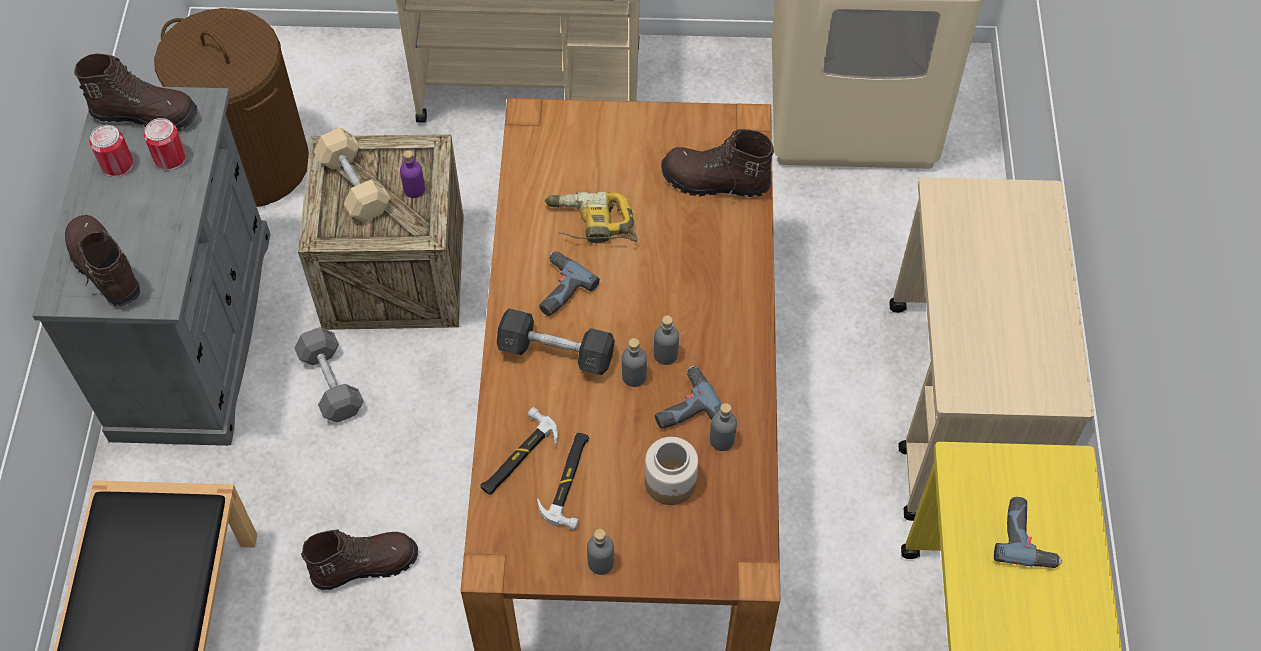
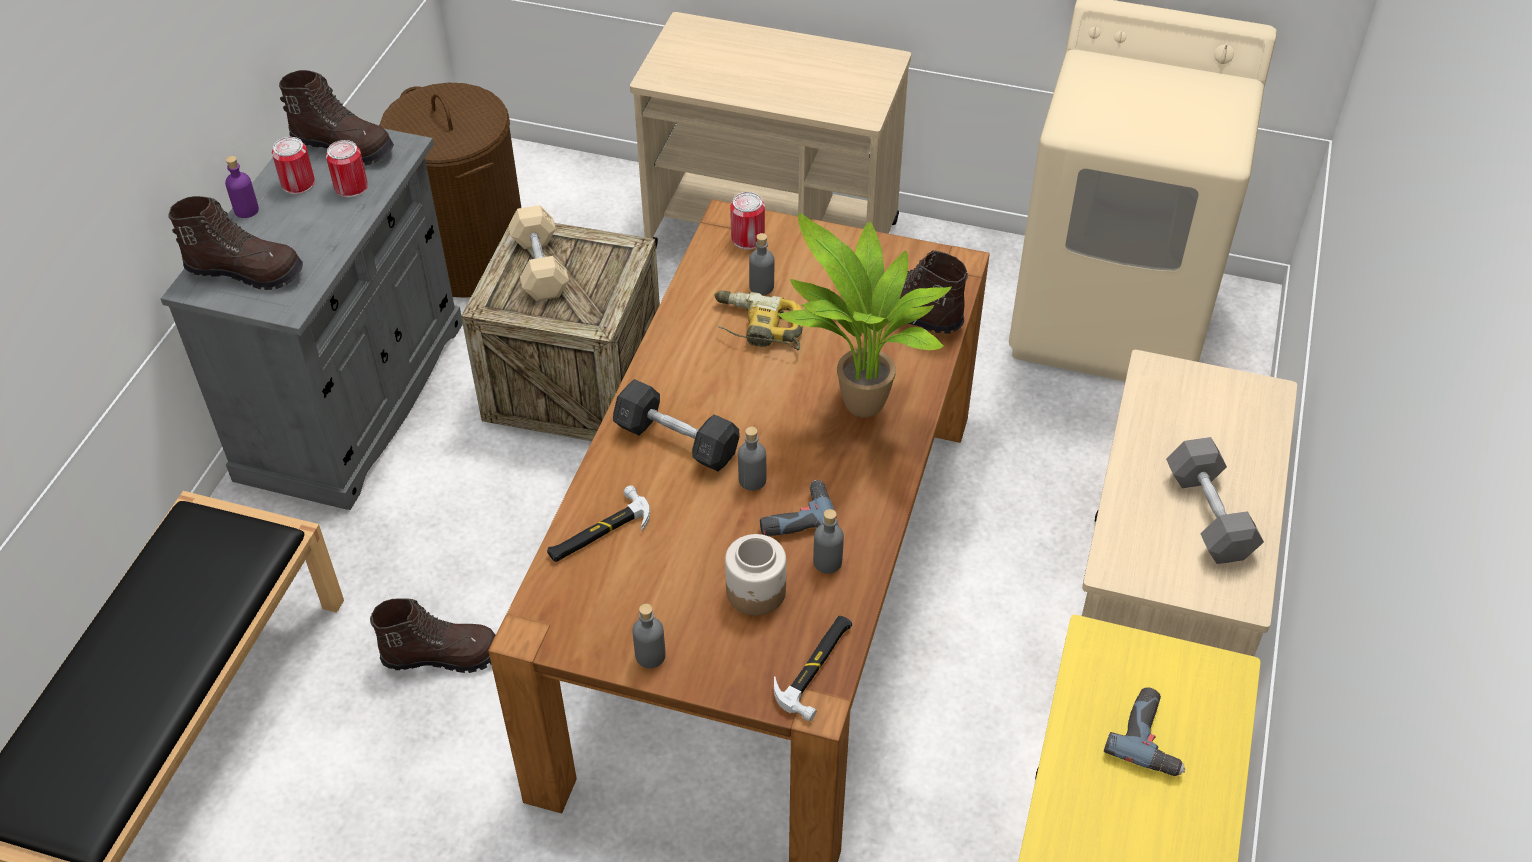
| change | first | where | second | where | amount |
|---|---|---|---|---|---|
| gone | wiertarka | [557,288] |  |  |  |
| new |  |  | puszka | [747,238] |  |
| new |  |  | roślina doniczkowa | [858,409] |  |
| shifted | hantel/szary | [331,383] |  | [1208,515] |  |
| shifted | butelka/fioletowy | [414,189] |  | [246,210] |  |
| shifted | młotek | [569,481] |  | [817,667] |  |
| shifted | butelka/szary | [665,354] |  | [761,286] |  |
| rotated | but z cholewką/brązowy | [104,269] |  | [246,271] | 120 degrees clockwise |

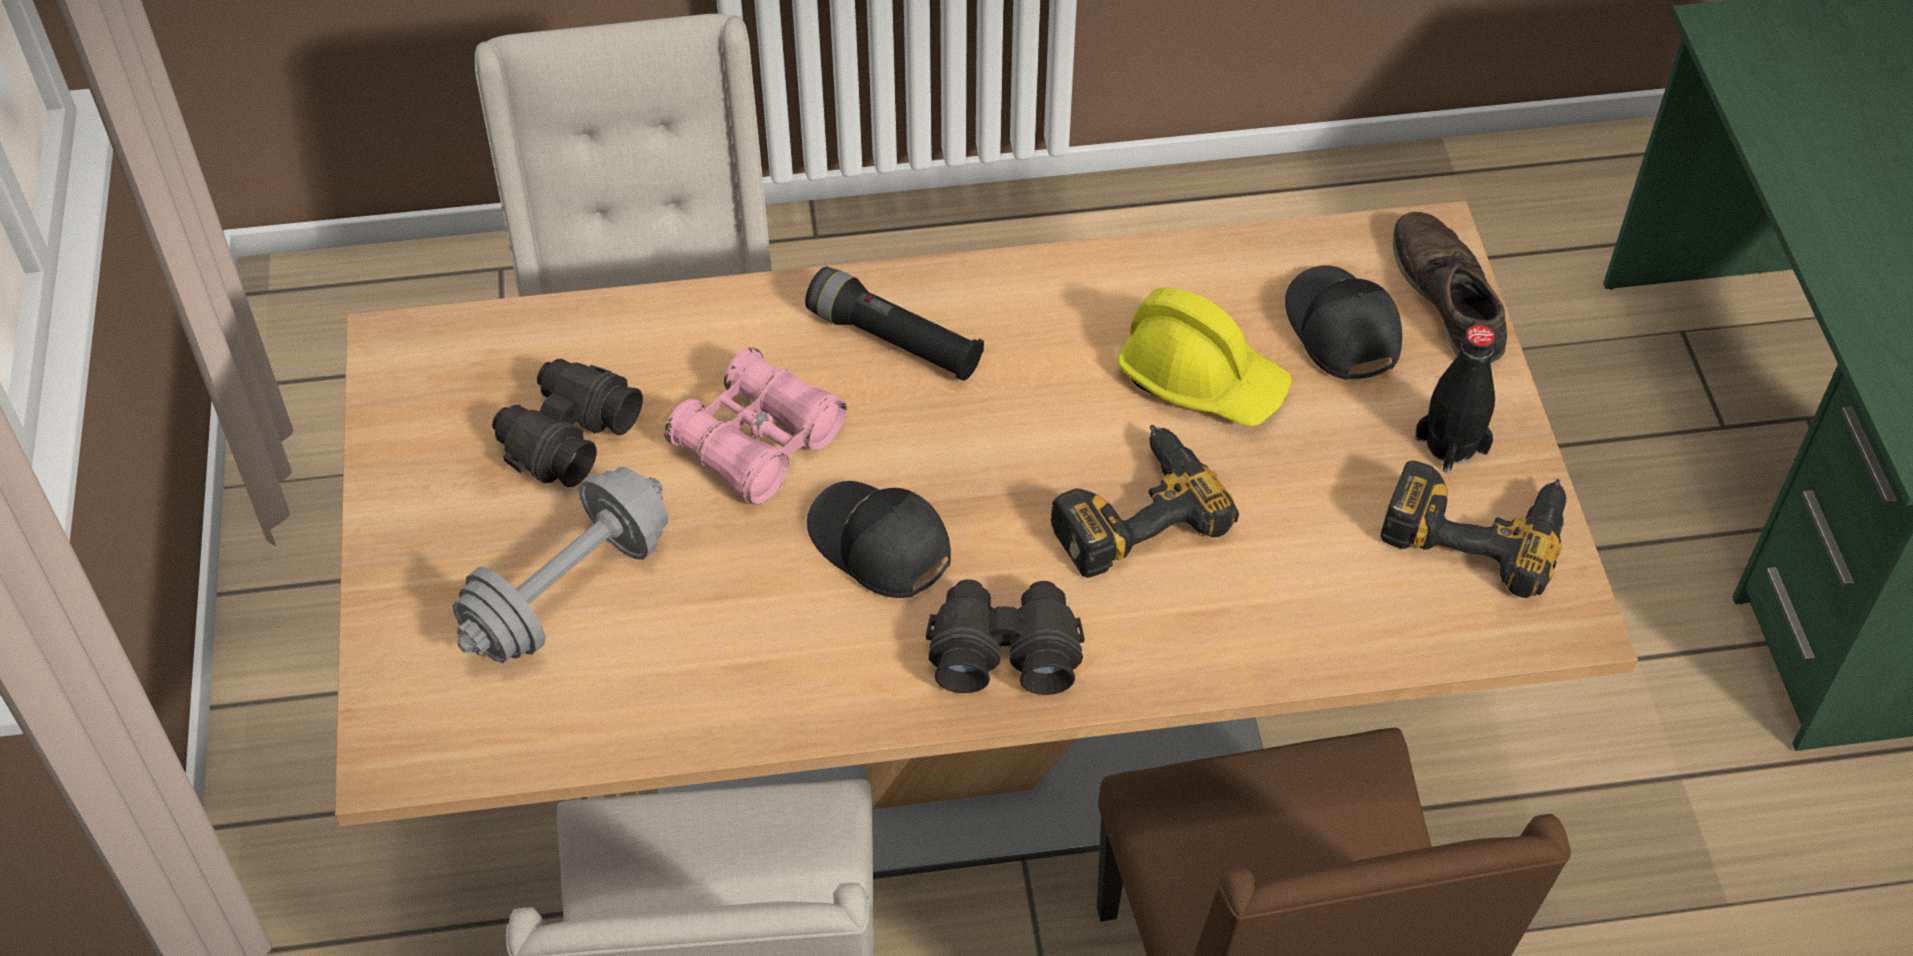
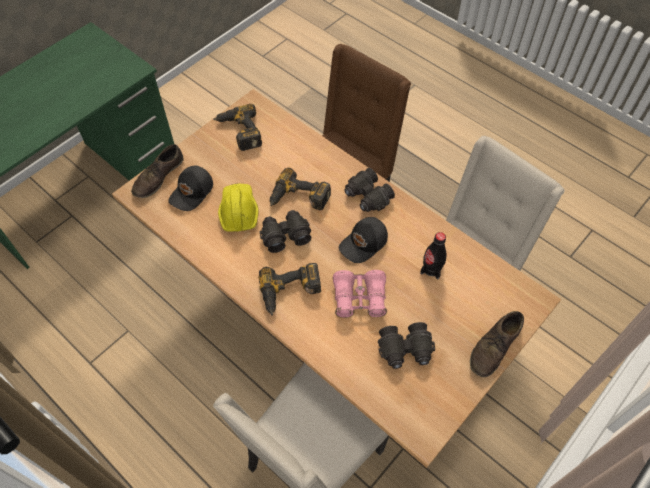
| change | first | where | second | where | amount |
|---|---|---|---|---|---|
| gone | hantel/szary | [568,591] |  |  |  |
| new |  |  | lornetka/czarny | [285,235] |  |
| new |  |  | but/brązowy | [494,347] |  |
| shifted | butelka/czarny | [1451,444] |  | [431,268] |  |
| swapped | latarka/czarny | [894,341] | wiertarka | [290,293] |  |
| rotated | czapka z daszkiem/czarny | [879,546] |  | [364,244] | 45 degrees clockwise |

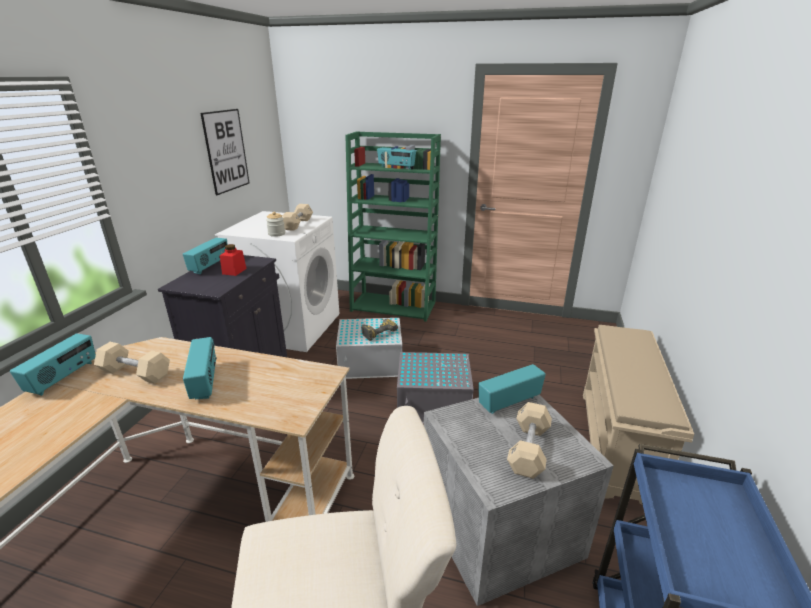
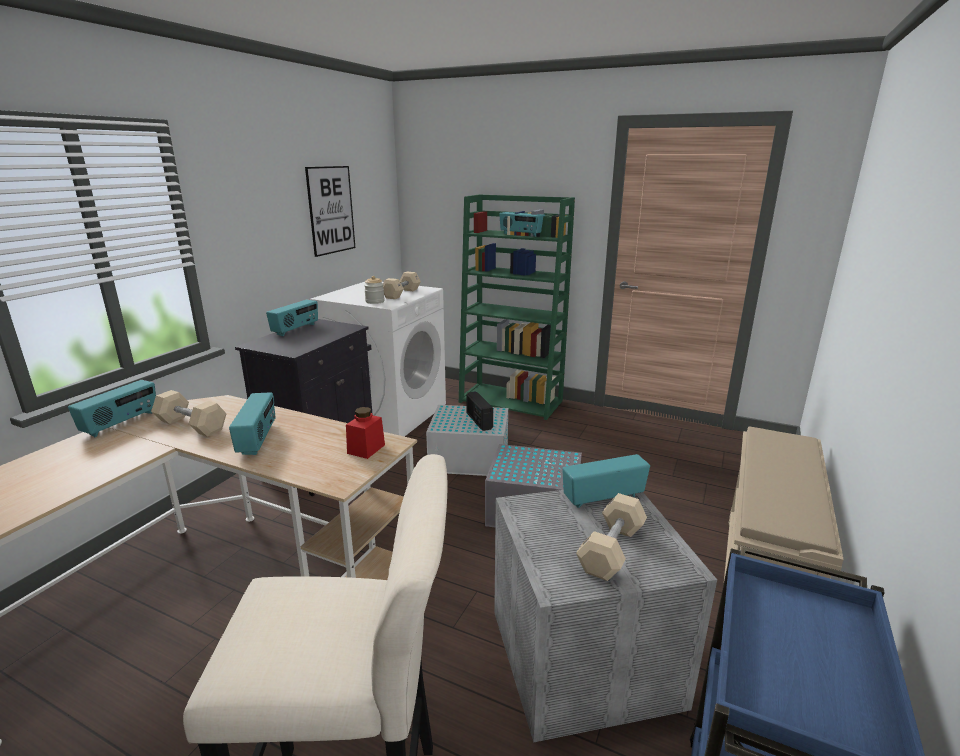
| change | first | where | second | where | amount |
|---|---|---|---|---|---|
| shifted | słoik/czerwony | [234,271] |  | [366,449] |  |
| swapped | wiertarka | [378,332] | radio | [479,421] |  |

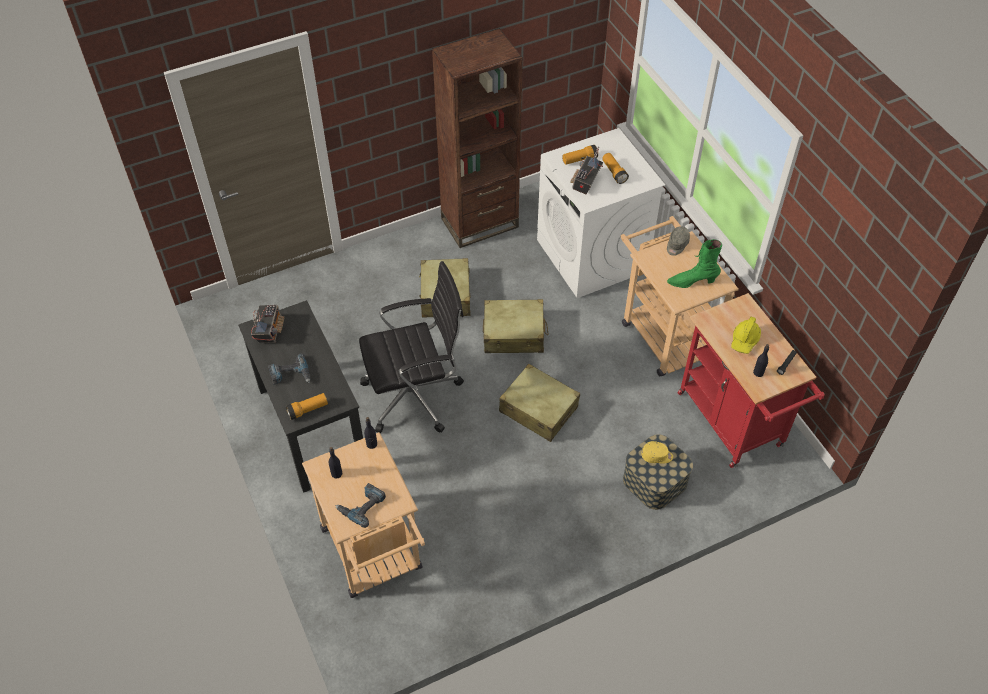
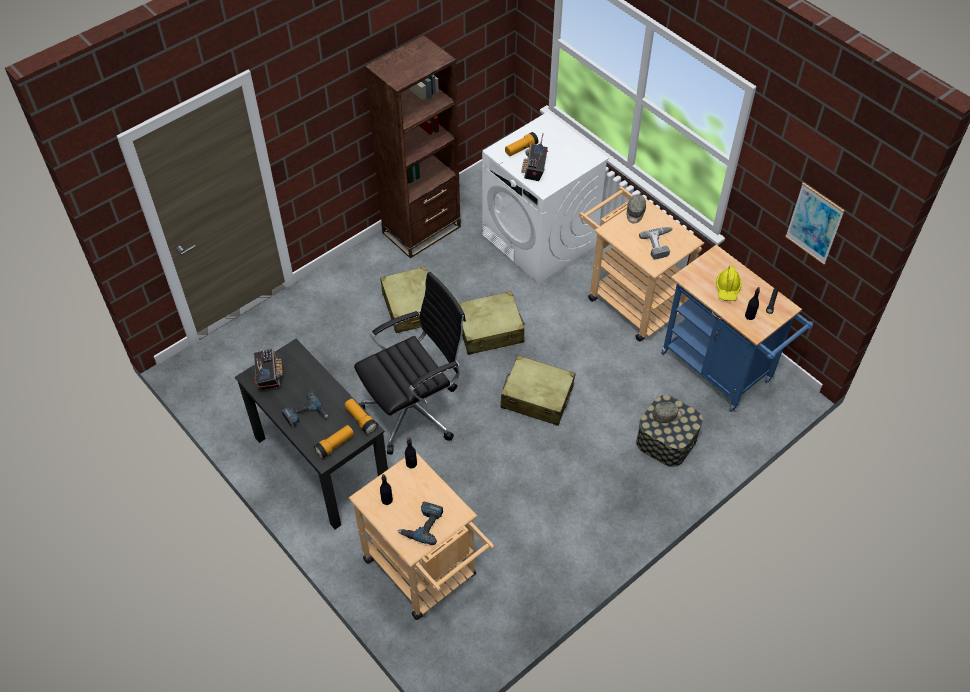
| change | first | where | second | where | amount |
|---|---|---|---|---|---|
| new |  |  | obraz | [814,223] |  |
| shifted | latarka | [614,172] |  | [361,420] |  |
| swapped | but z cholewką/zielony | [692,282] | wiertarka | [660,244] |  |
| repainted | czapka z daszkiem/żółty | [657,456] | czapka z daszkiem/szary | [667,415] |  |
| repainted | wózek/czerwony | [734,424] | wózek/niebieski | [721,371] |  |

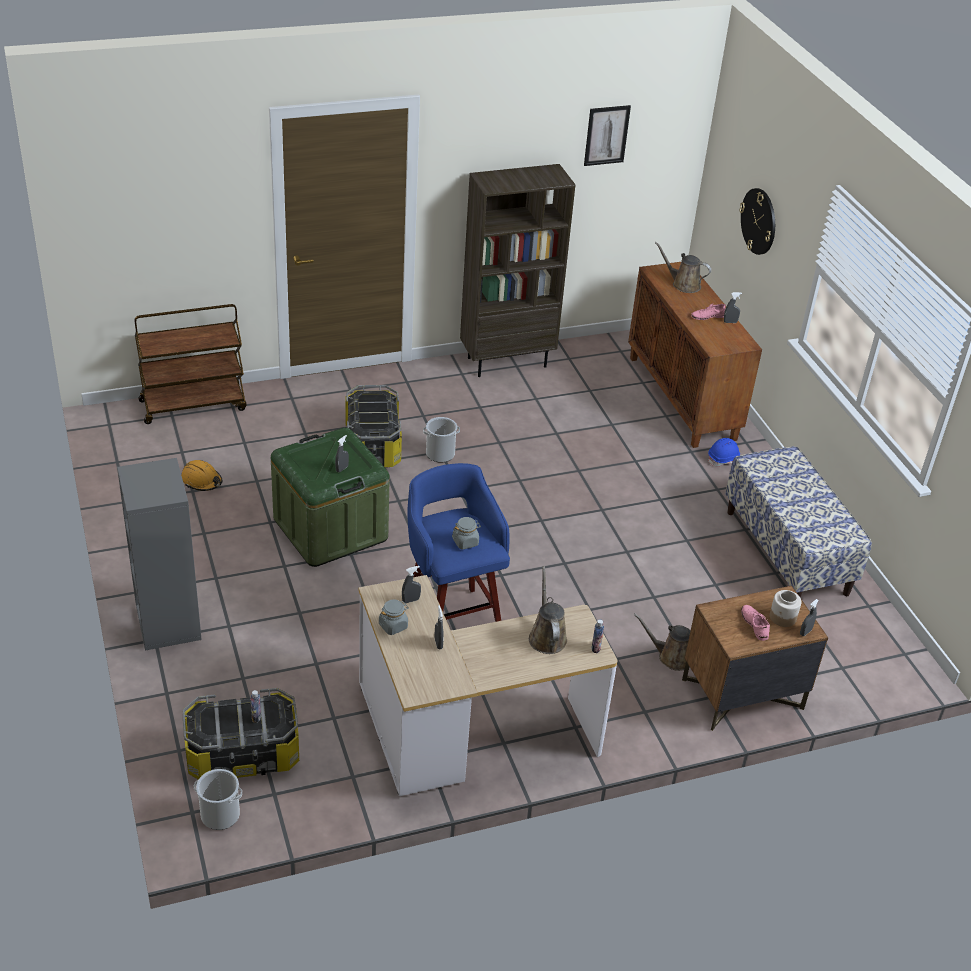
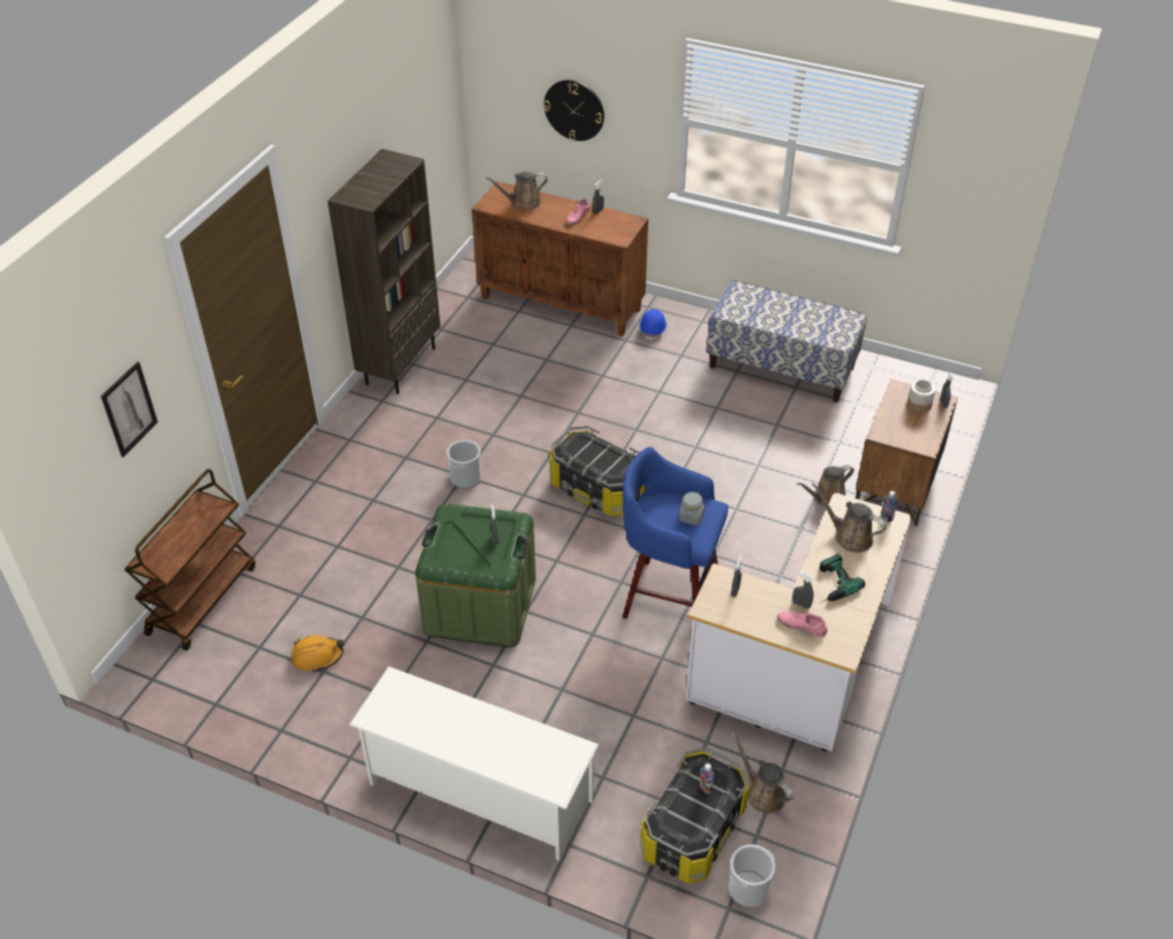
| change | first | where | second | where | amount |
|---|---|---|---|---|---|
| gone | słoik/szary | [393,626] |  |  |  |
| new |  |  | konewka/brązowy | [763,793] |  |
| new |  |  | wiertarka | [830,584] |  |
| shifted | pojemnik do przechowywania | [373,445] |  | [598,488] |  |
| shifted | obraz | [606,135] |  | [129,409] |  |
| shifted | but/różowy | [754,624] |  | [802,625] |  |
| swapped | regał/szary | [167,622] | regał na buty/biały | [478,792] |  |

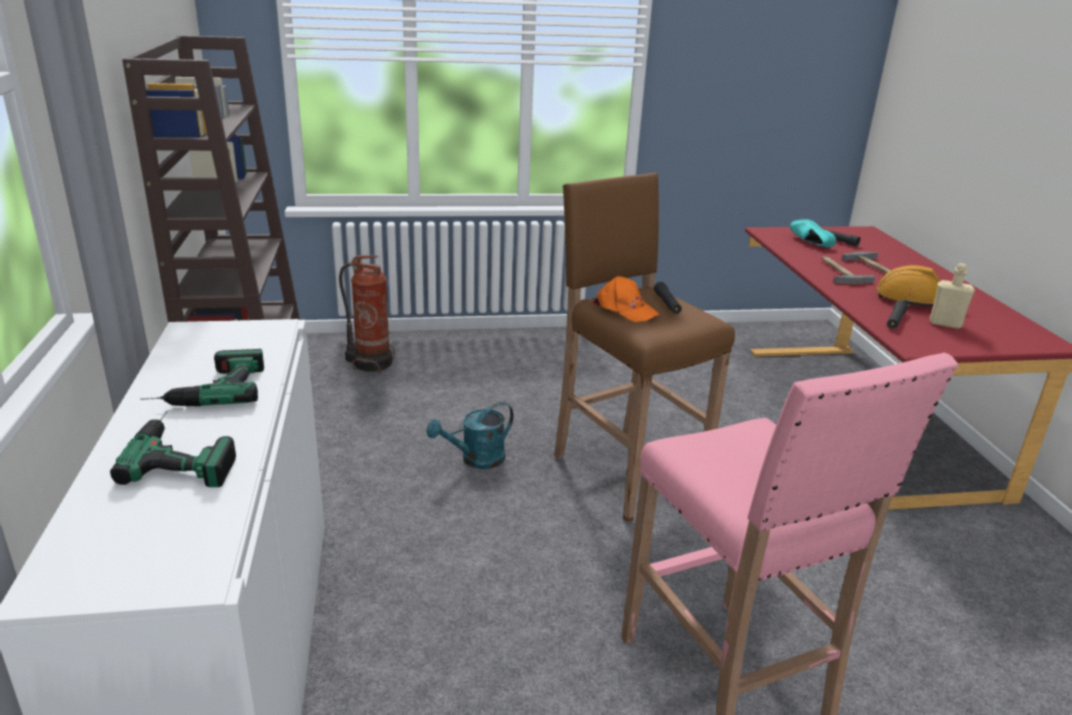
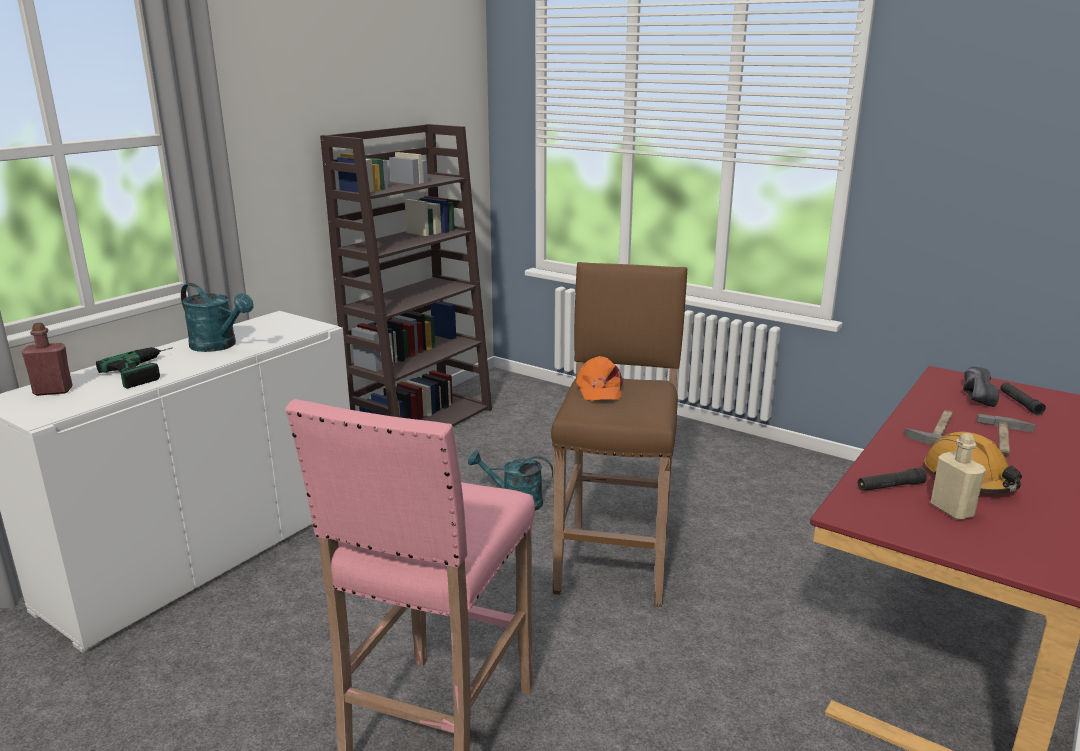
| change | first | where | second | where | amount |
|---|---|---|---|---|---|
| gone | gaśnica | [371,363] |  |  |  |
| gone | latarka/czarny | [667,304] |  |  |  |
| new |  |  | butelka/czerwony | [53,391] |  |
| swapped | wiertarka | [206,389] | konewka/turkusowy | [219,346] |  |
| repainted | but/turkusowy | [808,243] | but/czarny | [972,396] |  |

